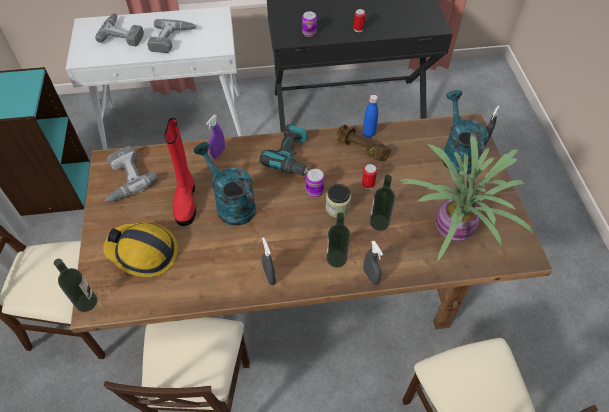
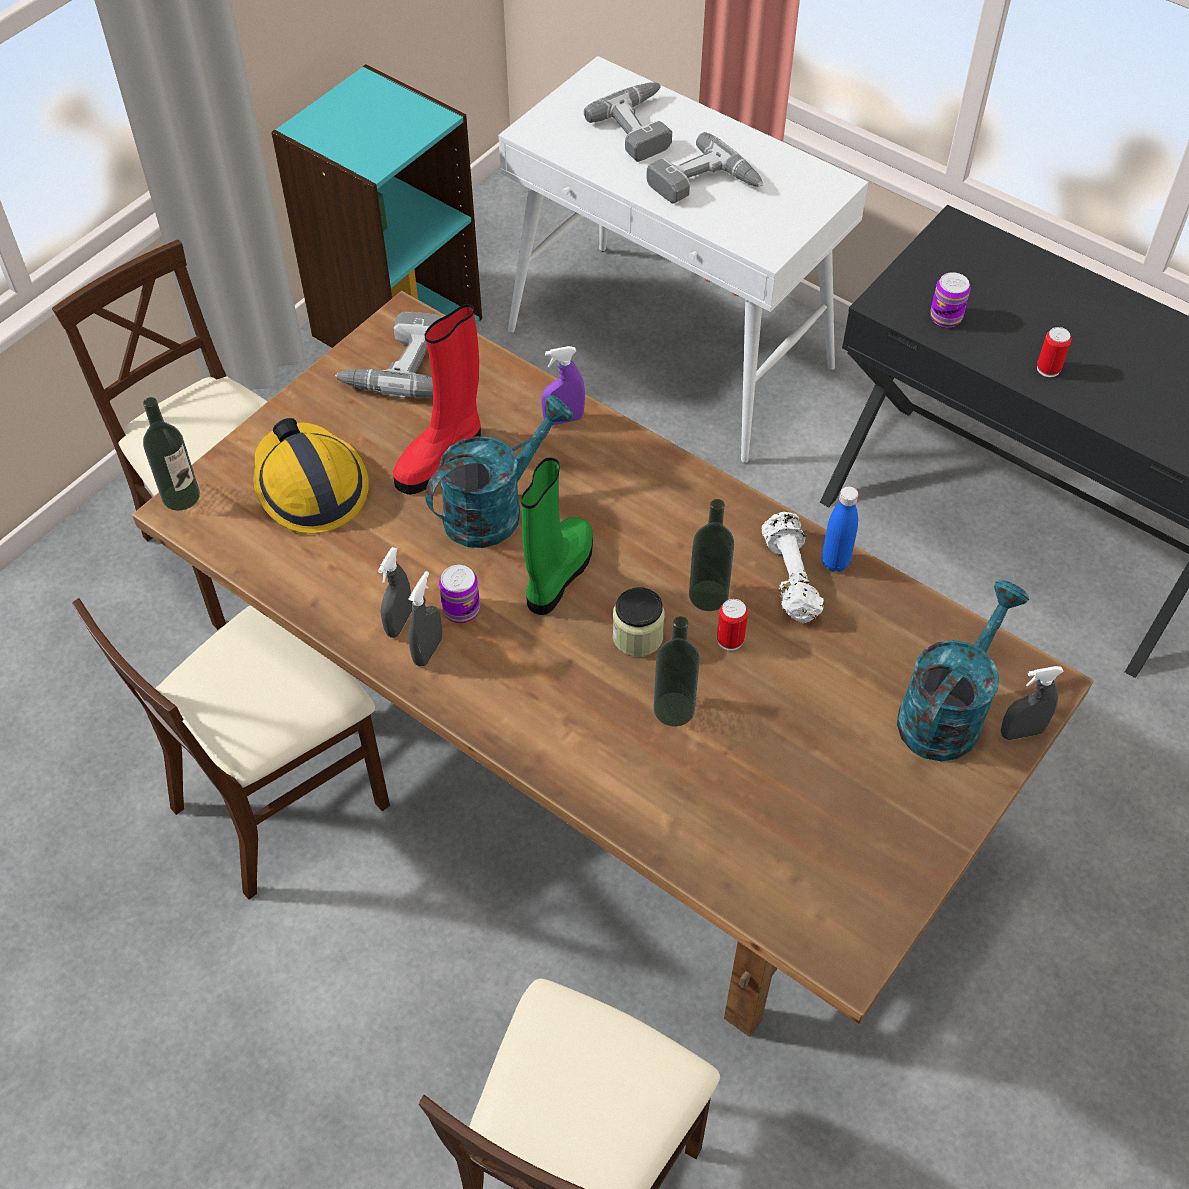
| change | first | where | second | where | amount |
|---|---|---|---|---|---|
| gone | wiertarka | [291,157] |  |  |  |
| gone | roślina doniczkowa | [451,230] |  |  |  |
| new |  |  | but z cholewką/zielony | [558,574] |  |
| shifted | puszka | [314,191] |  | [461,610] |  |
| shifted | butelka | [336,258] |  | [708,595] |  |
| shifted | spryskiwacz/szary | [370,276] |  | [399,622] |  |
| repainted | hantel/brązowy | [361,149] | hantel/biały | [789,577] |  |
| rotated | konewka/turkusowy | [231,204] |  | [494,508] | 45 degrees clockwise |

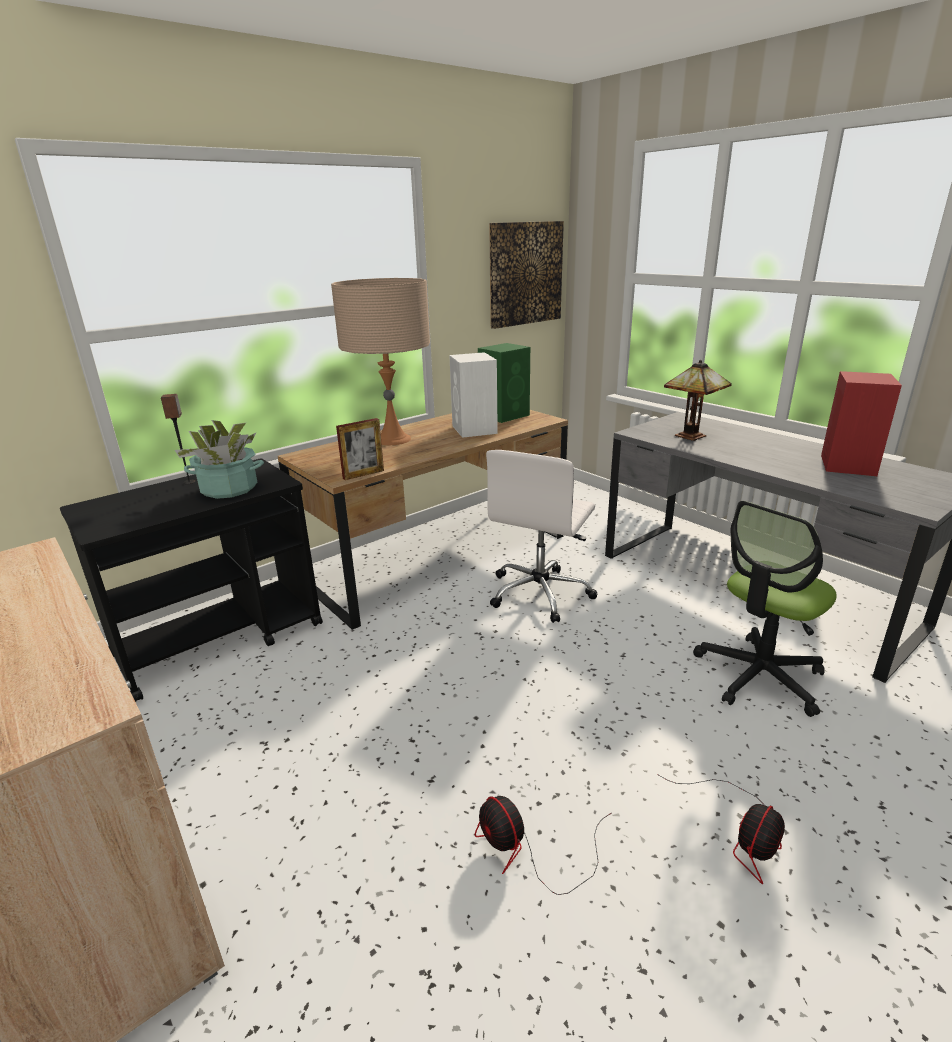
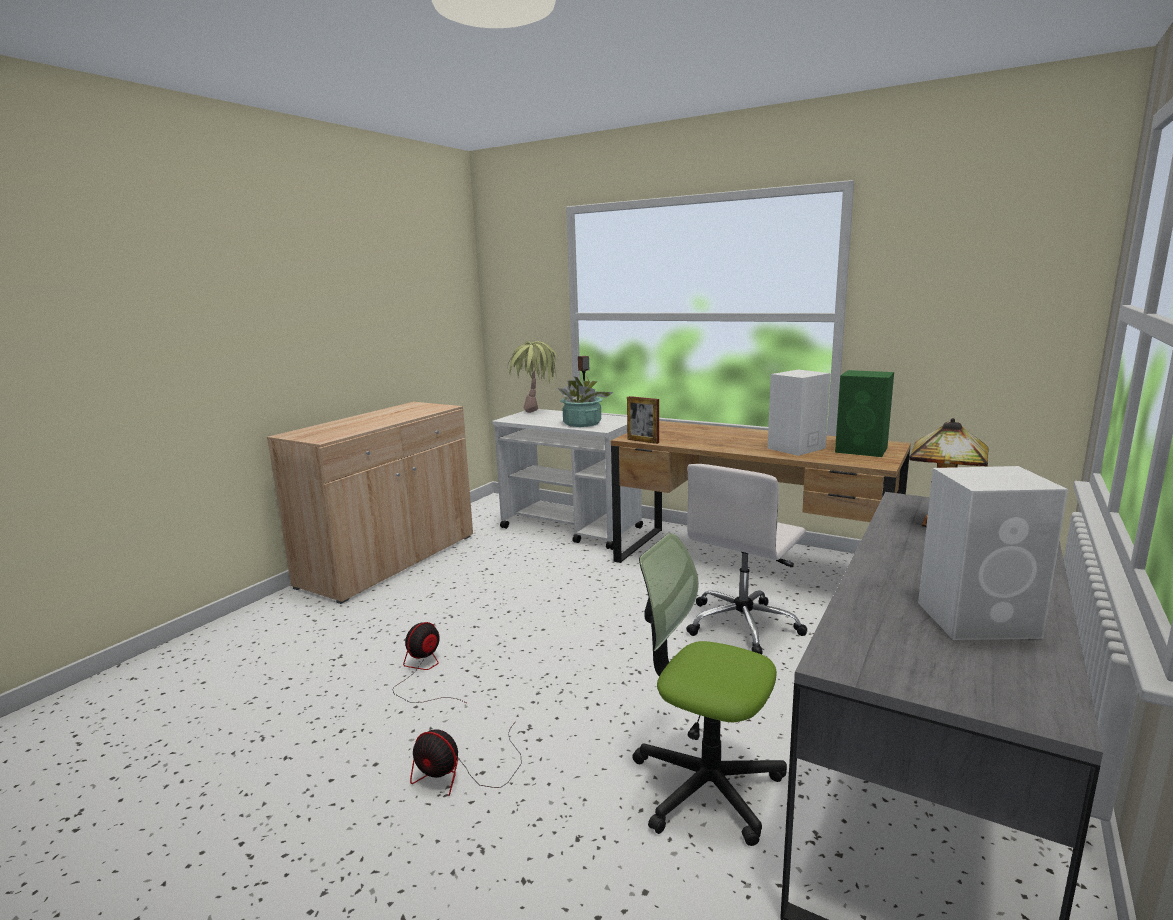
| change | first | where | second | where | amount |
|---|---|---|---|---|---|
| gone | lampa stołowa/beżowy | [392,439] |  |  |  |
| gone | obraz | [525,274] |  |  |  |
| new |  |  | roślina doniczkowa | [535,415] |  |
| repainted | wózek/czarny | [221,639] | wózek/biały | [572,528] |  |
| repainted | głośnik/czerwony | [847,464] | głośnik/biały | [979,619] |  |
| rotated | krzesło biurowe/biały | [540,593] |  | [743,625] | 60 degrees counterclockwise |

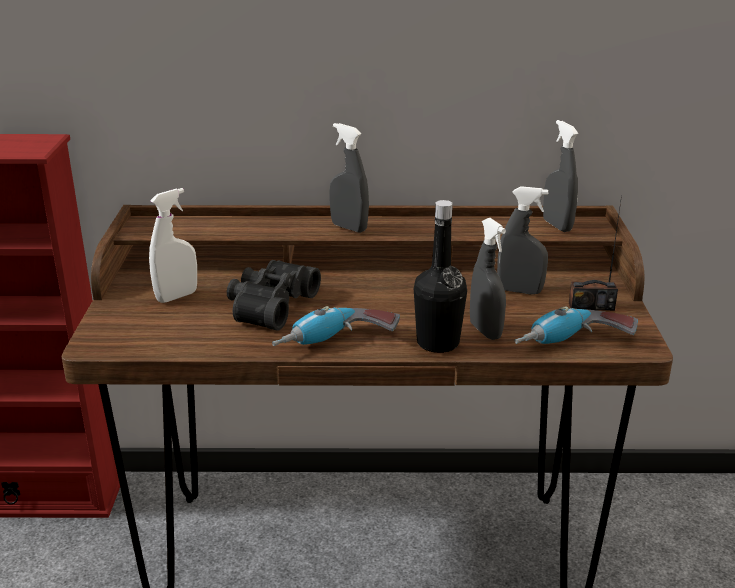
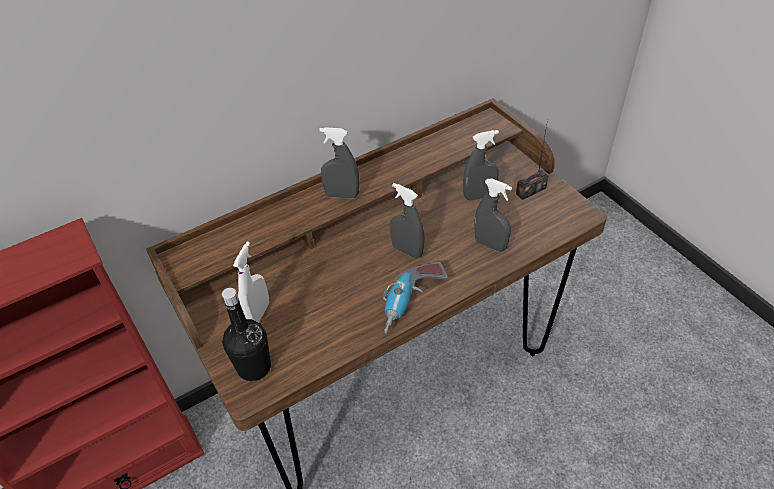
| change | first | where | second | where | amount |
|---|---|---|---|---|---|
| gone | lornetka/czarny | [269,306] |  |  |  |
| gone | wiertarka | [574,344] |  |  |  |
| shifted | butelka/czarny | [438,343] |  | [254,367] |  |
| shifted | spryskiwacz/szary | [557,225] |  | [407,251] |  |

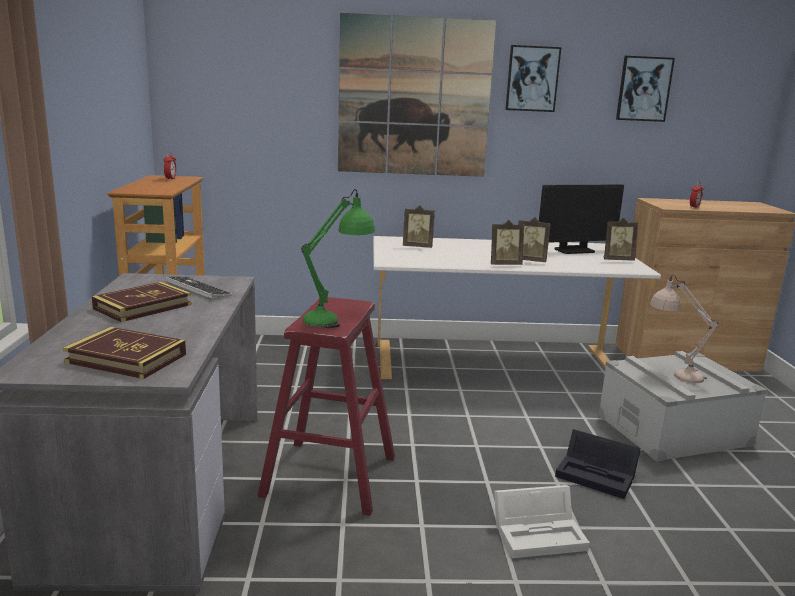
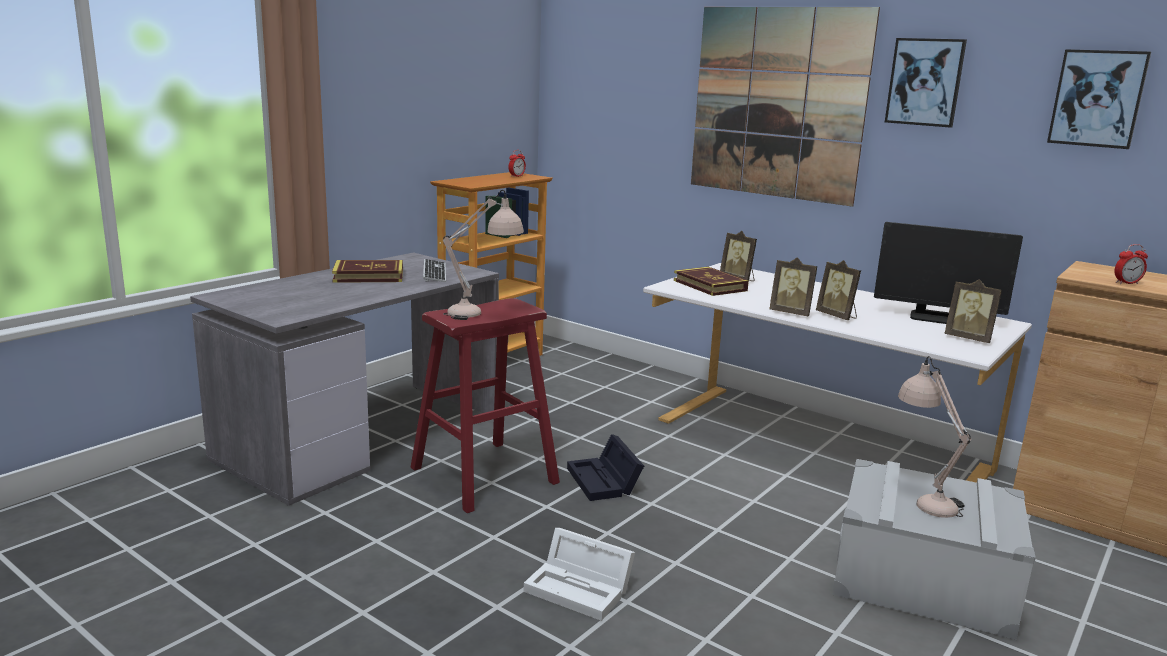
| change | first | where | second | where | amount |
|---|---|---|---|---|---|
| shifted | książka | [126,358] |  | [710,285] |  |
| shifted | pojemnik do przechowywania/czarny | [598,475] |  | [605,482] |  |
| repainted | lampa stołowa/zielony | [337,317] | lampa stołowa/beżowy | [482,314] |  |

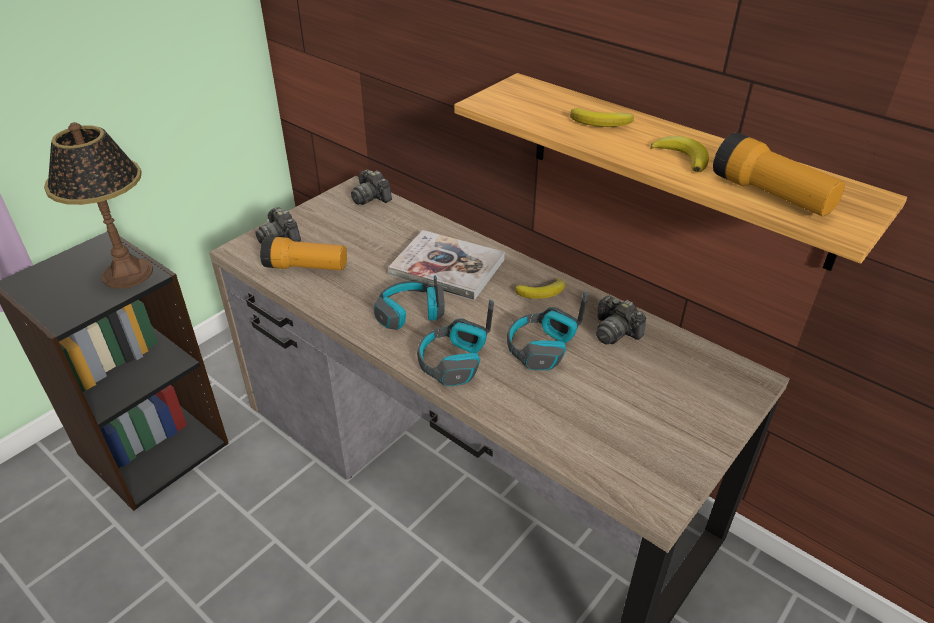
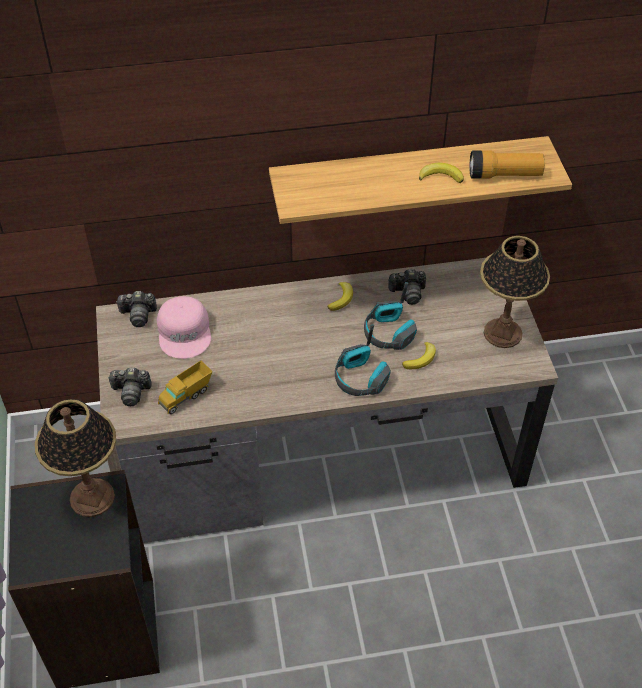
| change | first | where | second | where | amount |
|---|---|---|---|---|---|
| gone | słuchawki | [410,314] |  |  |  |
| gone | książka | [447,267] |  |  |  |
| new |  |  | czapka z daszkiem/różowy | [185,332] |  |
| new |  |  | lampa stołowa | [503,333] |  |
| shifted | banan | [603,122] |  | [421,359] |  |
| swapped | latarka | [306,267] | ciężarówka zabawkowa | [186,396] |  |

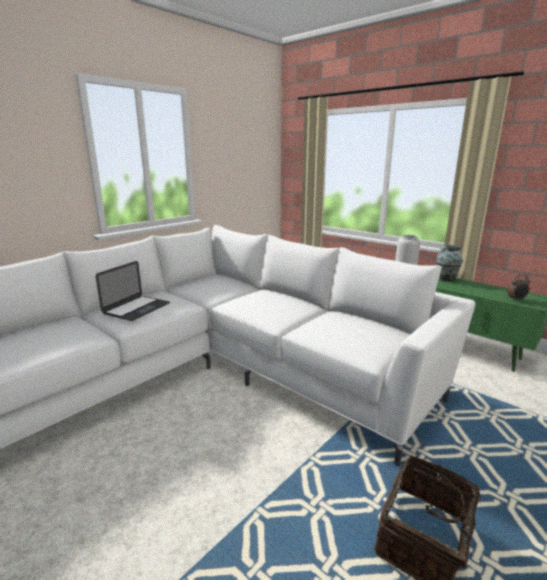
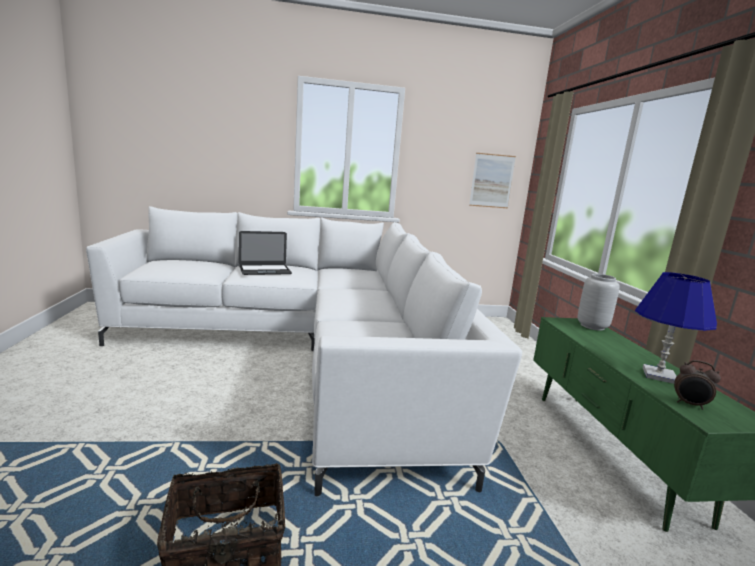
| change | first | where | second | where | amount |
|---|---|---|---|---|---|
| gone | wazon | [445,279] |  |  |  |
| new |  |  | obraz | [492,181] |  |
| new |  |  | lampa stołowa/niebieski | [659,375] |  |

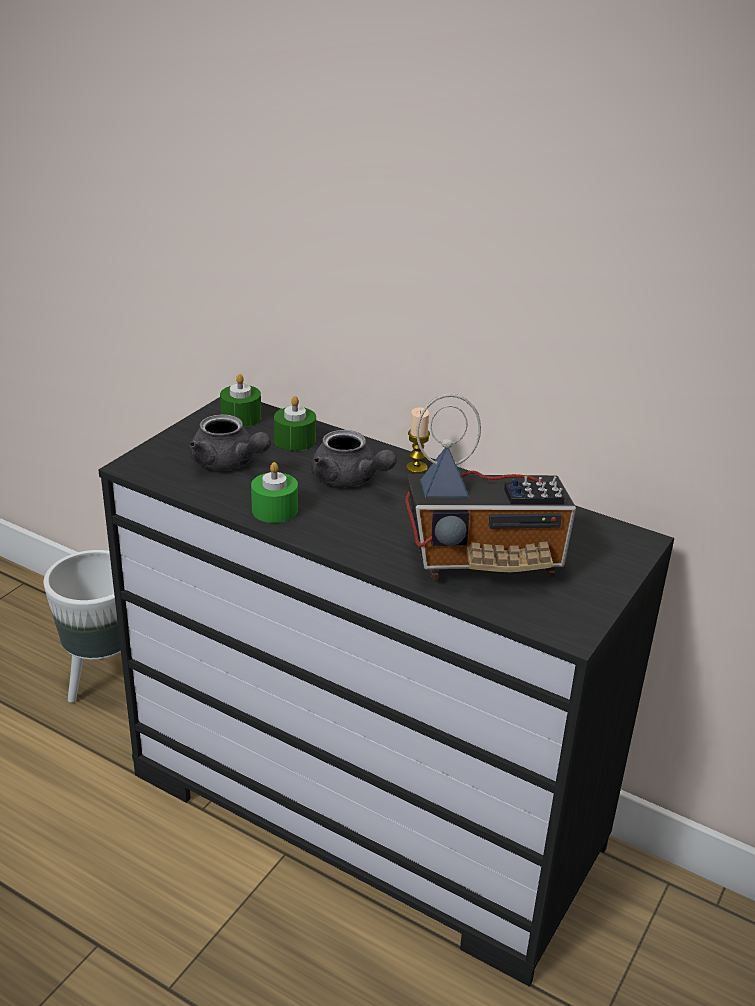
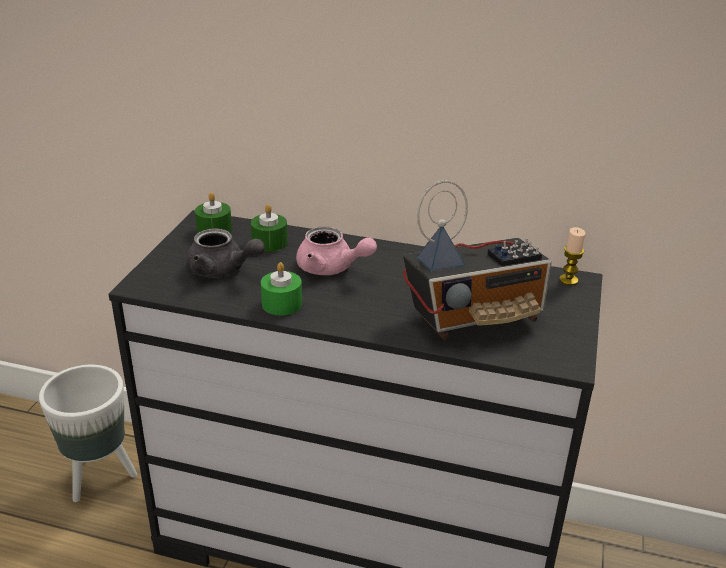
| change | first | where | second | where | amount |
|---|---|---|---|---|---|
| shifted | świeca | [416,468] |  | [568,280] |  |
| repainted | imbryk/szary | [349,480] | imbryk/różowy | [331,268] |  |

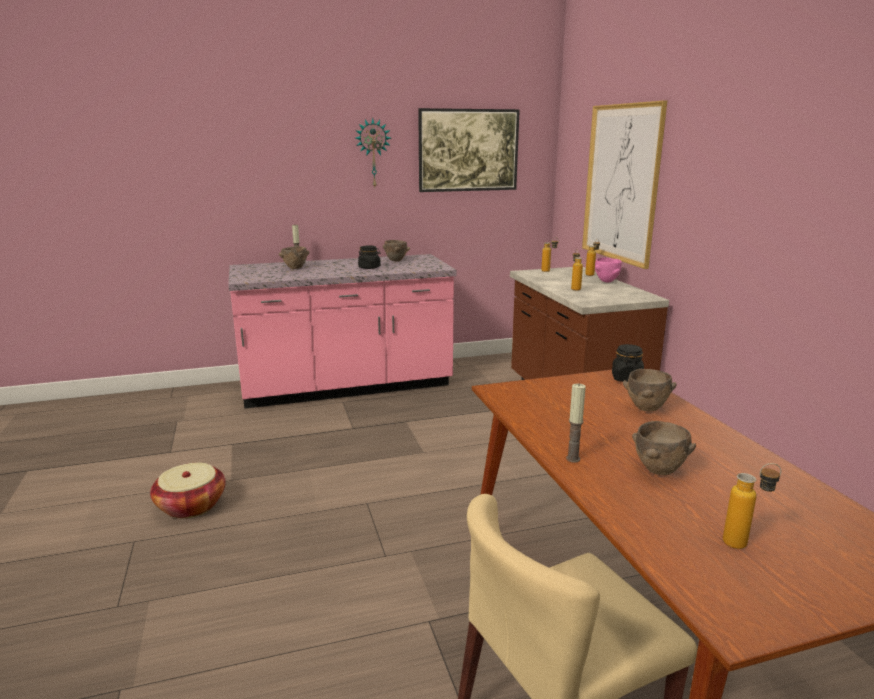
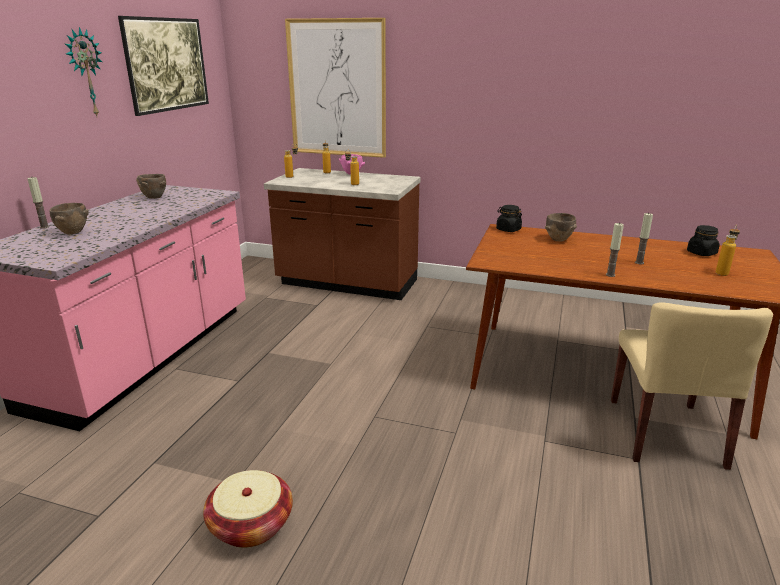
| change | first | where | second | where | amount |
|---|---|---|---|---|---|
| shifted | słoik/czarny | [369,267] |  | [701,253] |  |
| swapped | miska/brązowy | [658,470] | świeca | [639,262] |  |

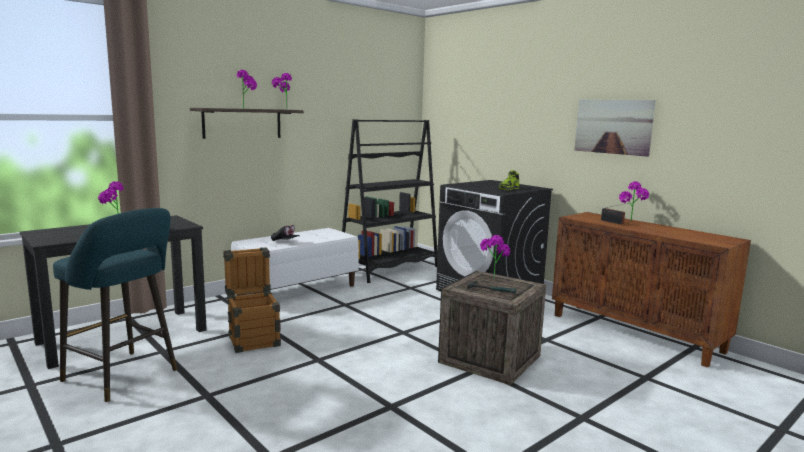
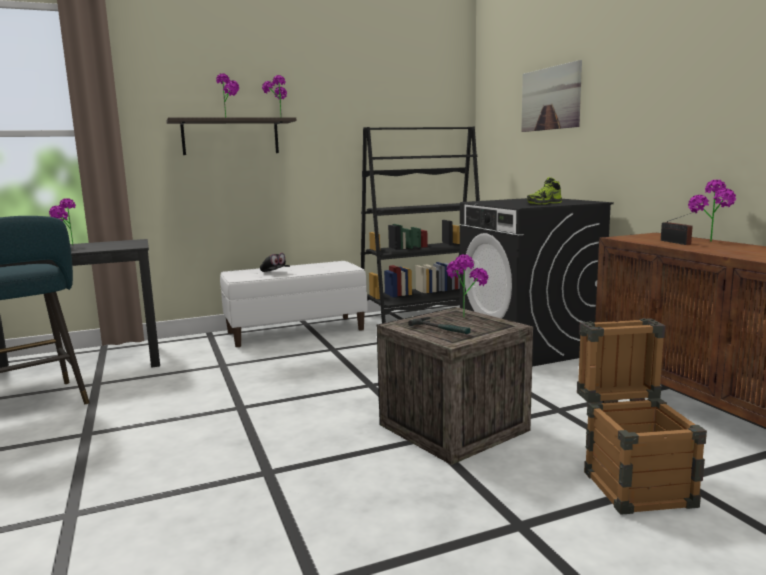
| change | first | where | second | where | amount |
|---|---|---|---|---|---|
| shifted | skrzynka | [253,338] |  | [632,482] |  |
| shifted | obraz | [613,126] |  | [550,98] |  |

